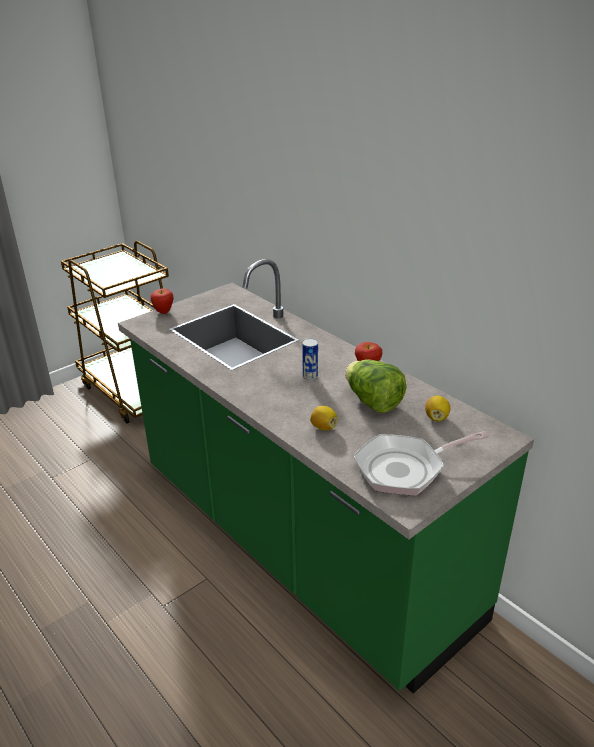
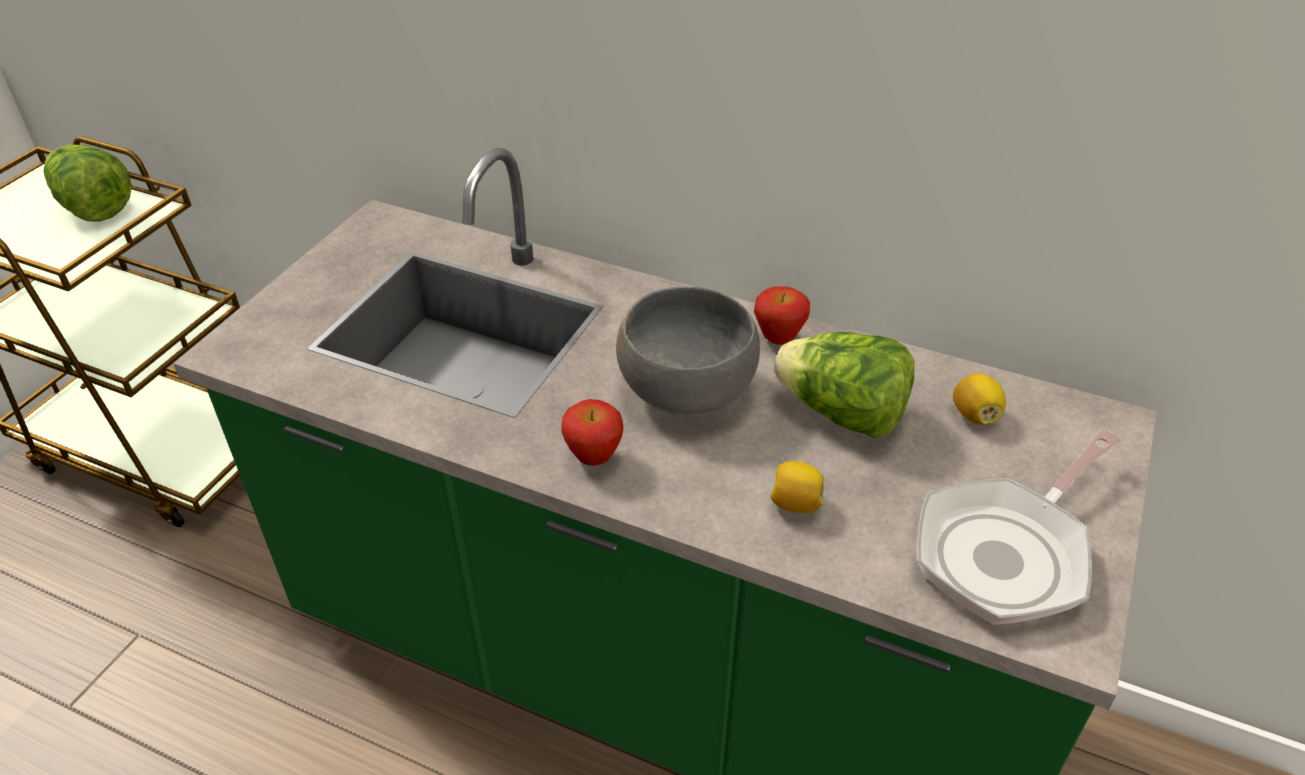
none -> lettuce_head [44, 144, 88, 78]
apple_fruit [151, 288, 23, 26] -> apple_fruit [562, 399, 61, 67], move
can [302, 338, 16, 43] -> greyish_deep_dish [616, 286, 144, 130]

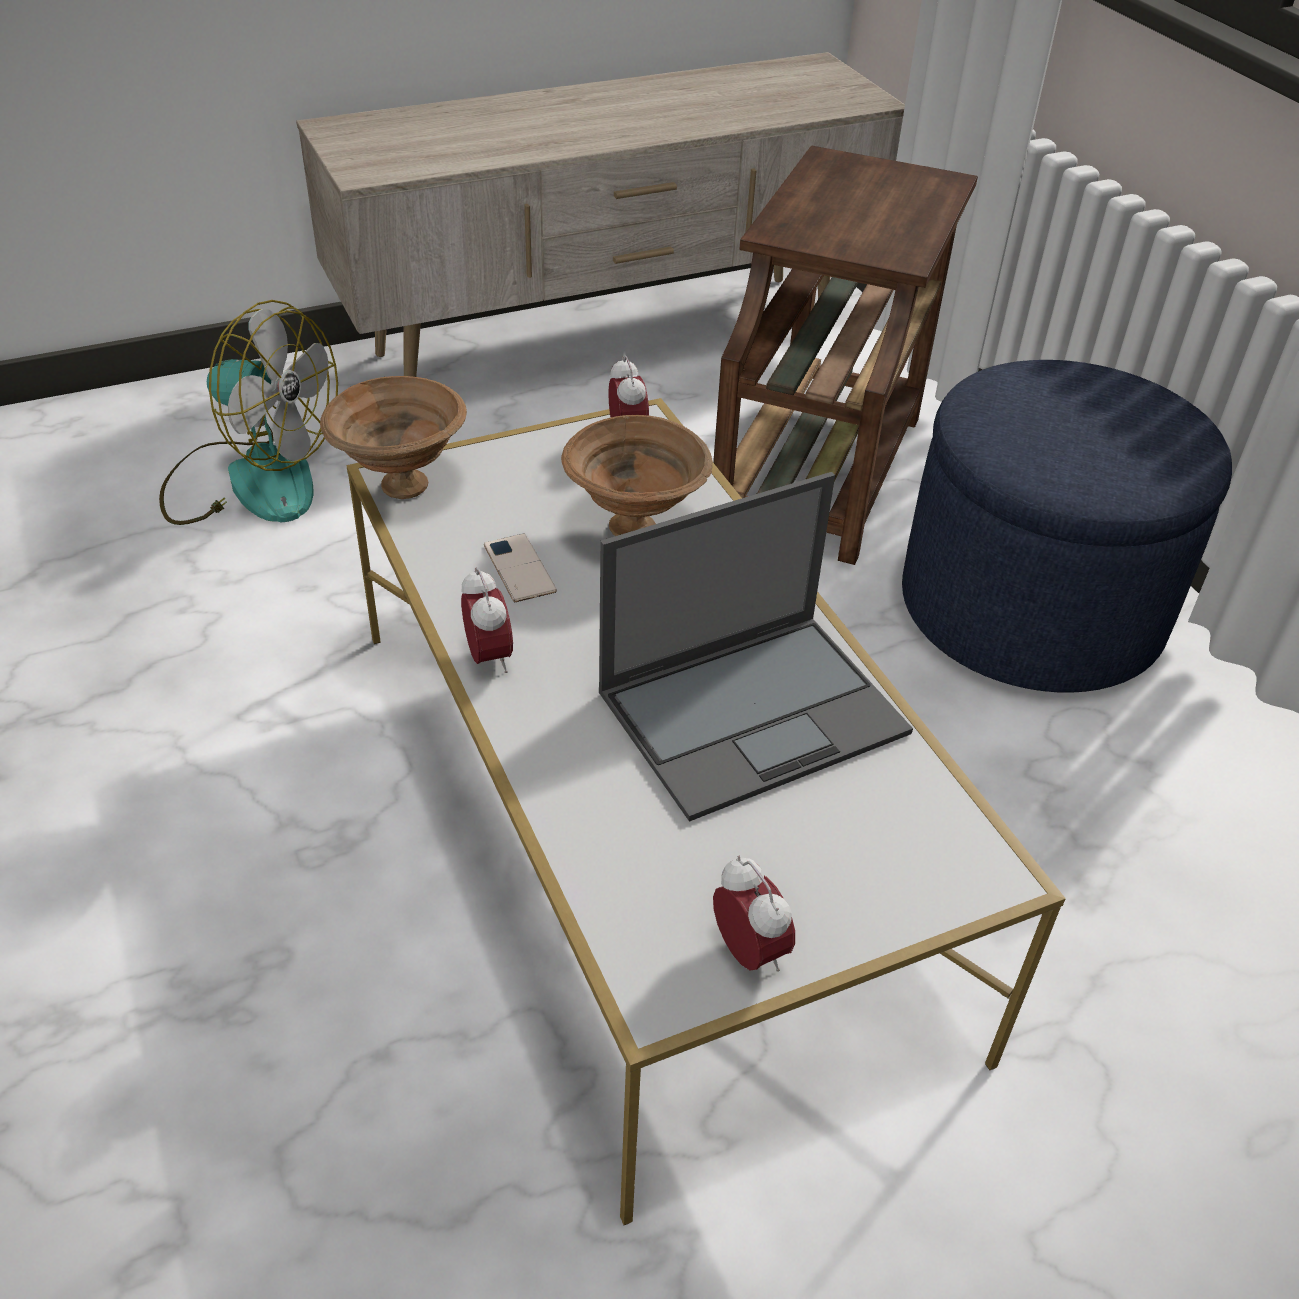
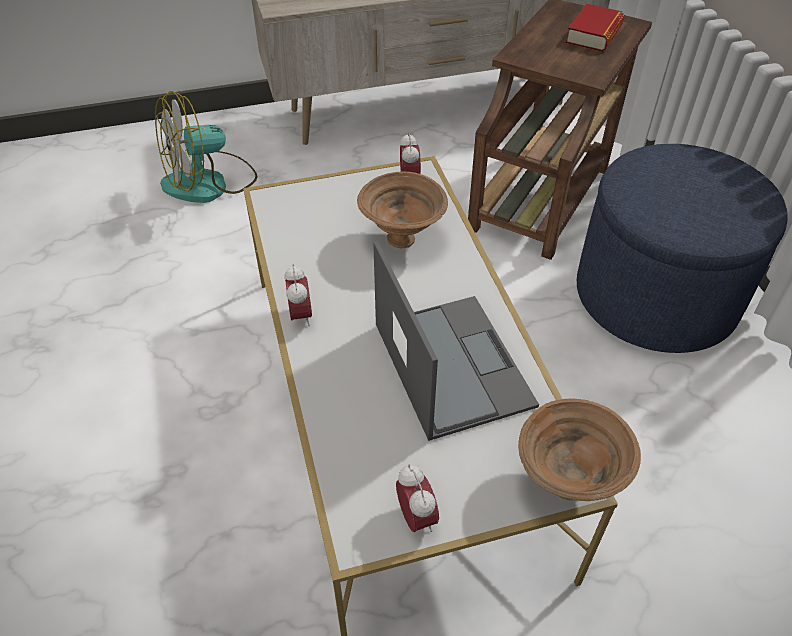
handset [484, 534, 73, 68] -> none
none -> book [566, 4, 58, 47]
brown-coloured_deep_dish [320, 376, 147, 123] -> brown-coloured_deep_dish [518, 398, 123, 103], move
electric_fan [159, 300, 179, 225] -> electric_fan [155, 91, 102, 112], 120 degrees clockwise
laptop [599, 472, 314, 350] -> laptop [373, 240, 166, 201], 90 degrees counterclockwise

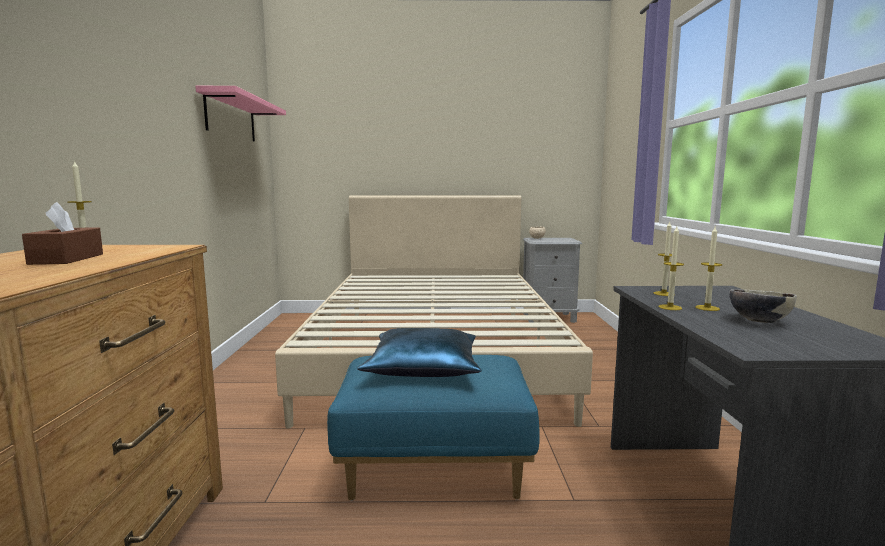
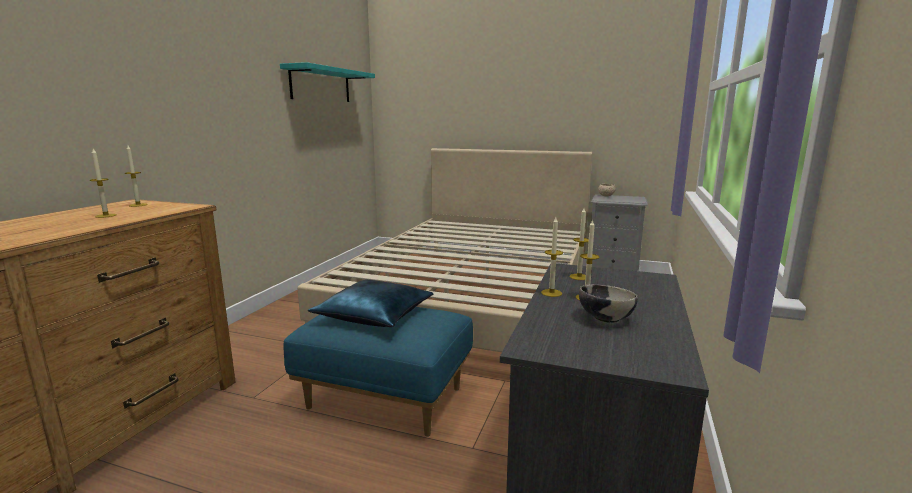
brown-coloured_tissue_holder [22, 202, 81, 63] -> wax_candle [90, 149, 27, 69]
pinkish_shelf [195, 86, 91, 56] -> turquoise-coloured_shelf [280, 62, 95, 40]

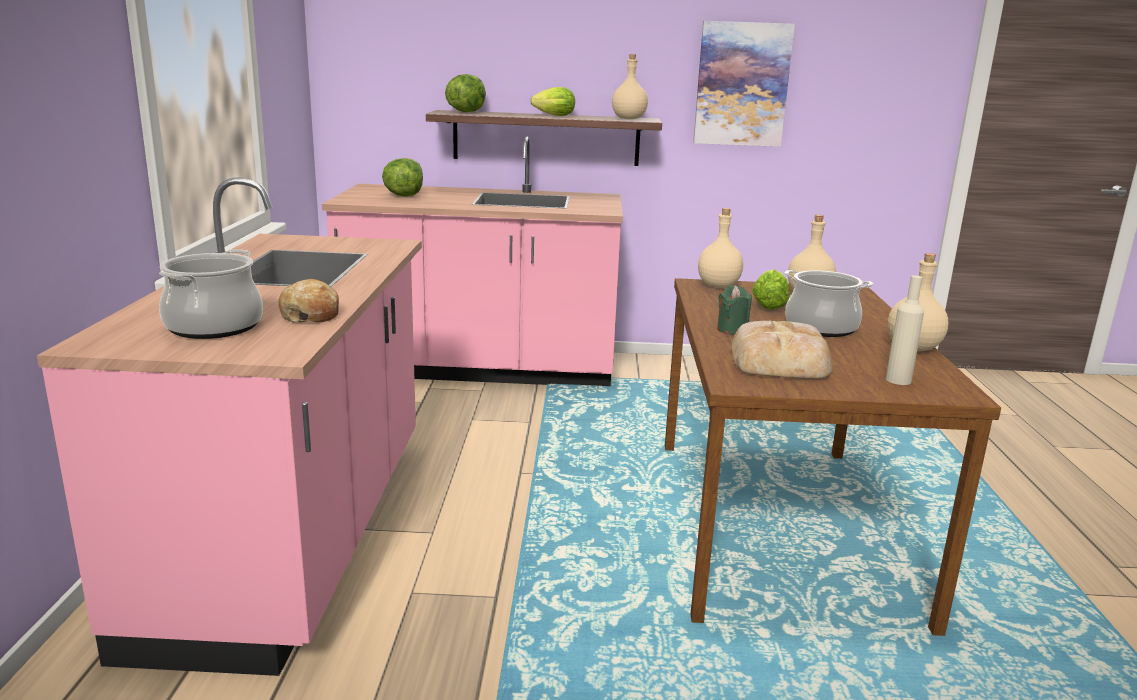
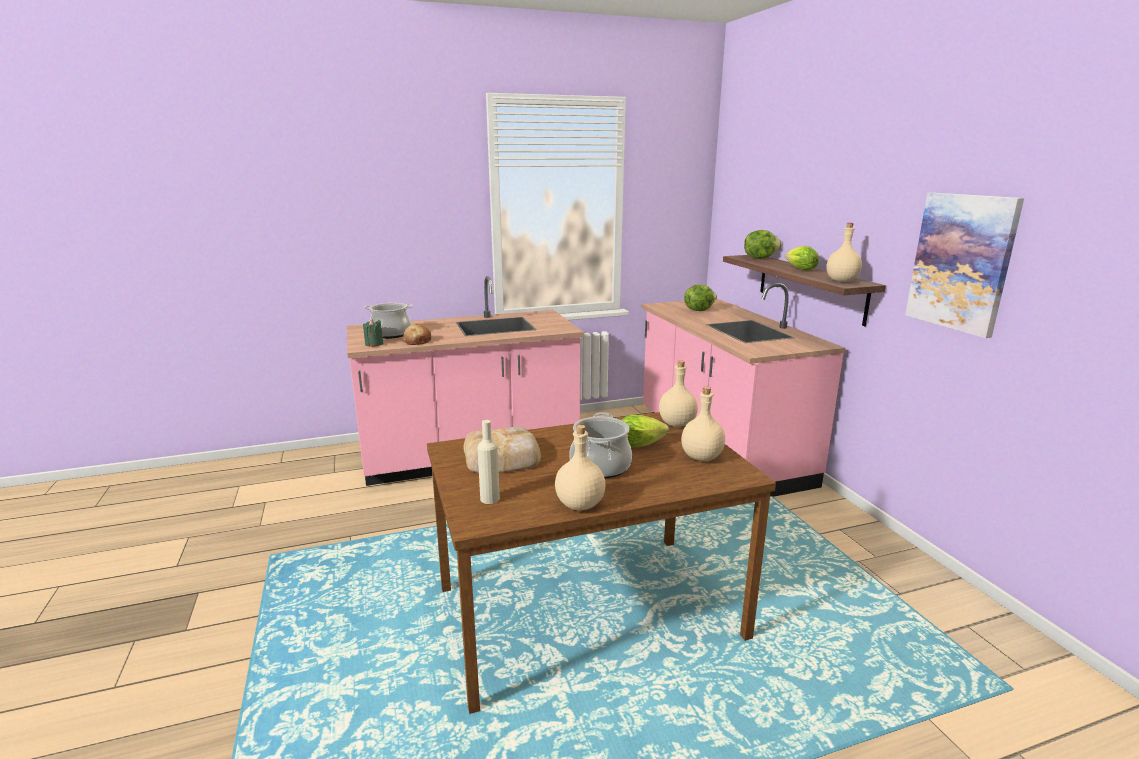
green-coloured_wax_candle [717, 285, 35, 50] -> green-coloured_wax_candle [363, 319, 21, 28], move

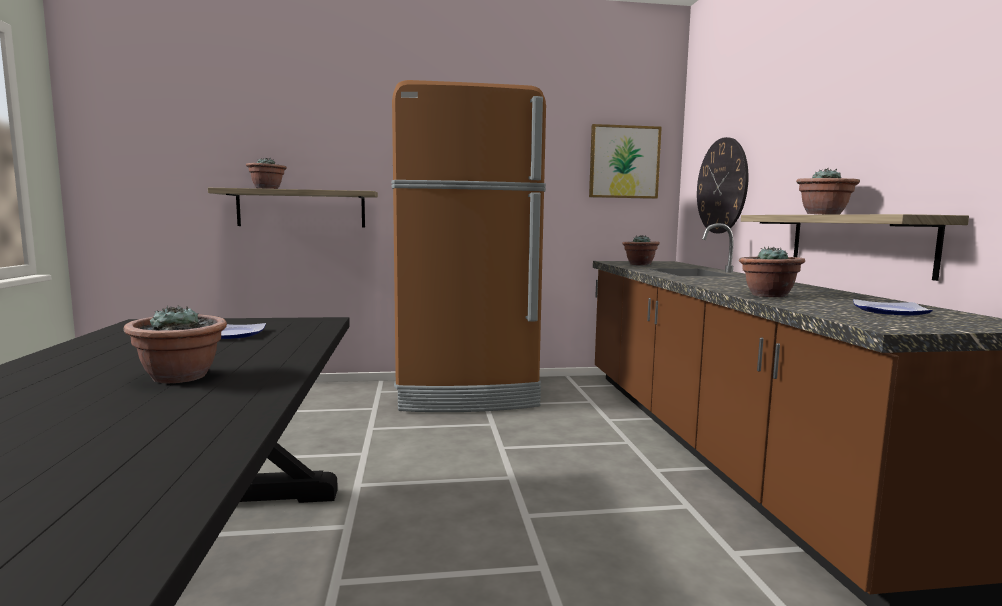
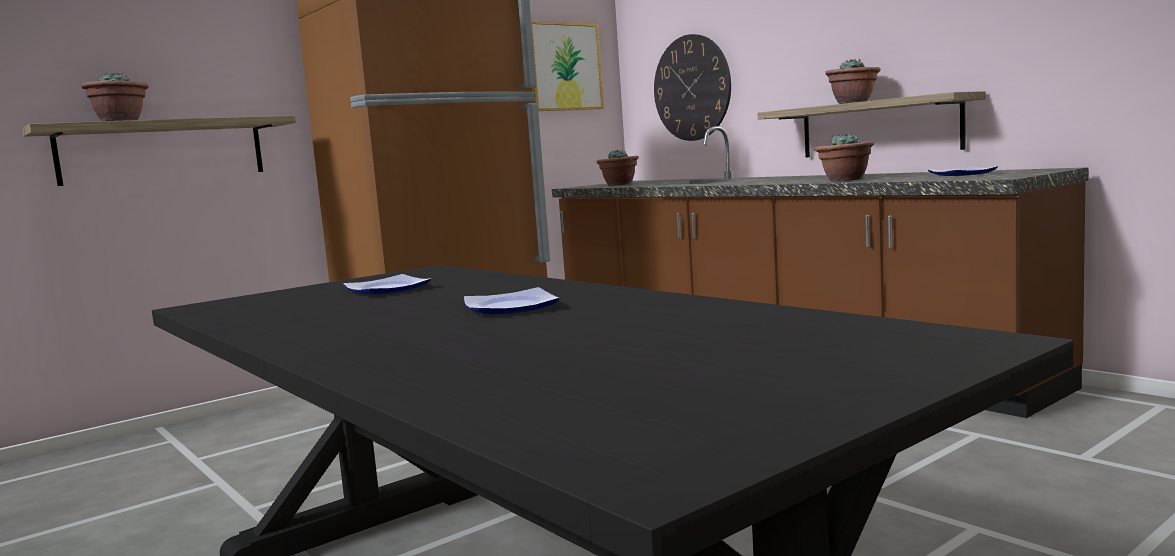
potted_plant [124, 305, 103, 78] -> dinner_plate [464, 287, 95, 28]

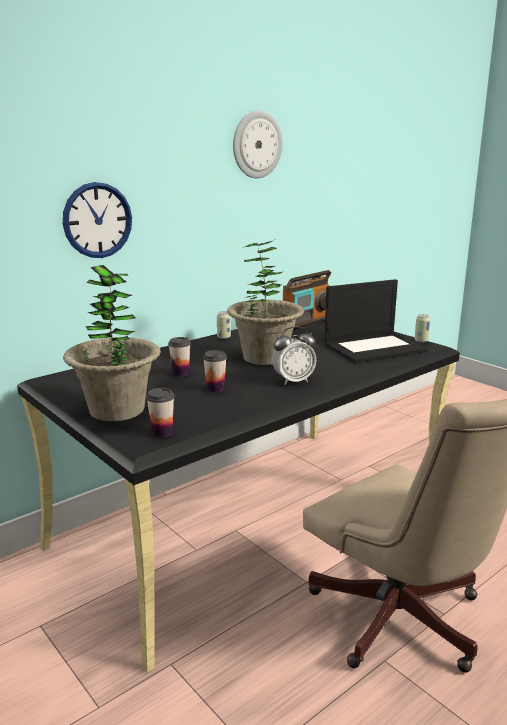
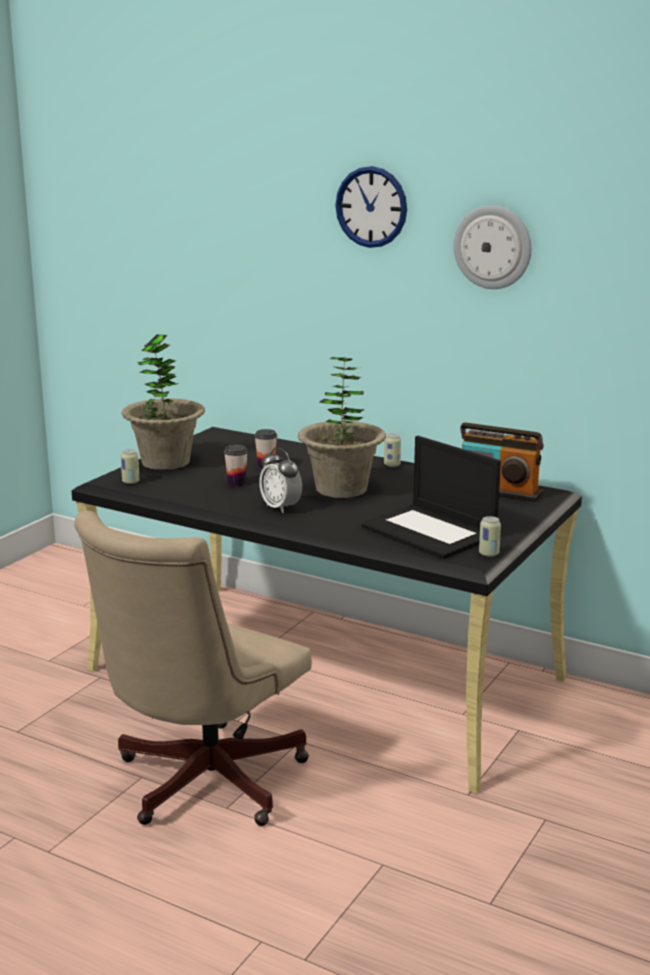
clock_on_the_wall [63, 182, 69, 76] -> clock_on_the_wall [335, 166, 72, 82], move
cup [146, 388, 29, 49] -> can [121, 449, 19, 35]

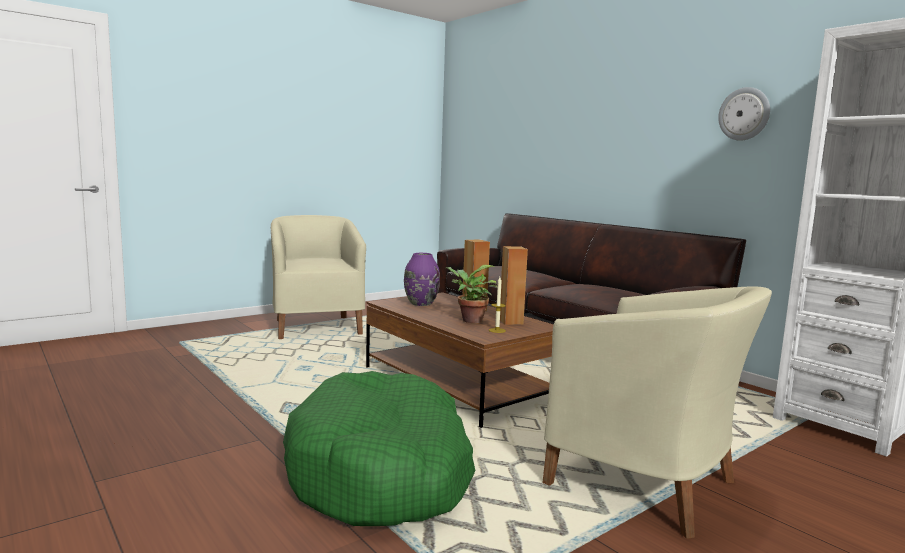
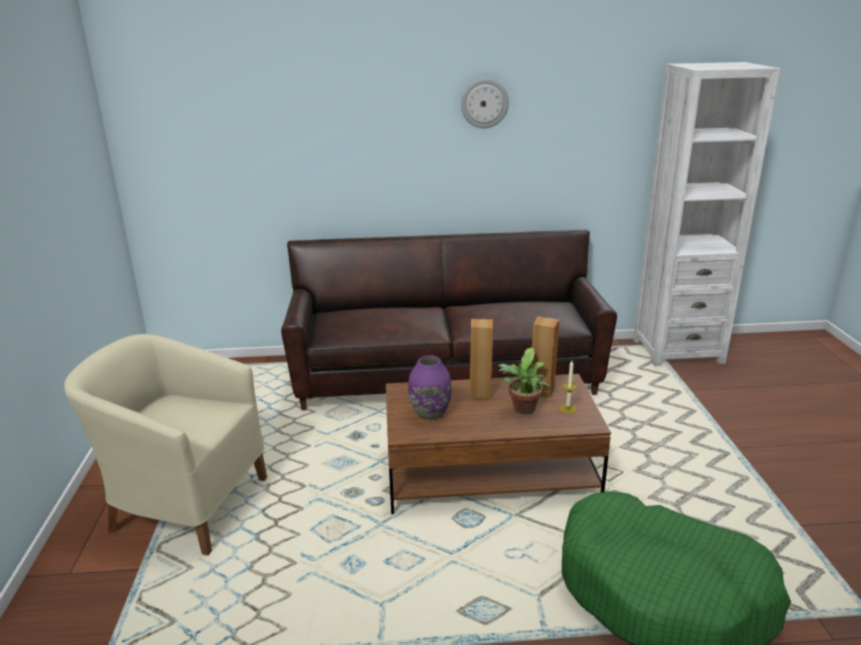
sand-coloured_armchair [543, 287, 229, 252] -> none
clock_on_the_wall [718, 87, 52, 54] -> clock_on_the_wall [461, 78, 48, 50], move

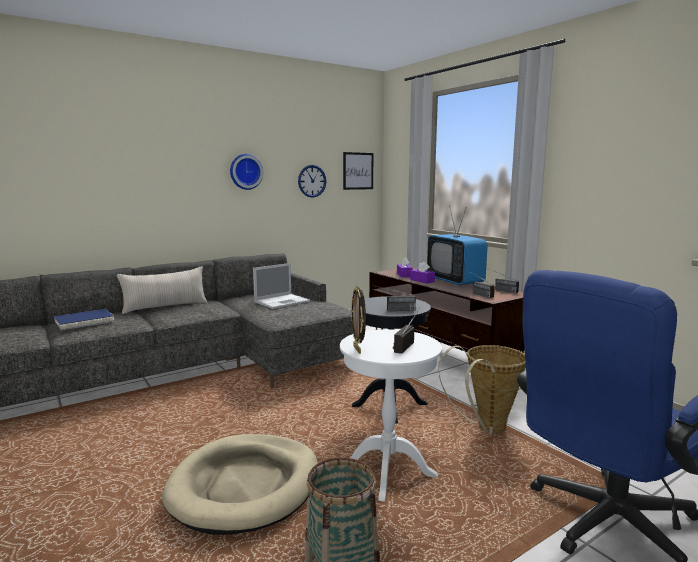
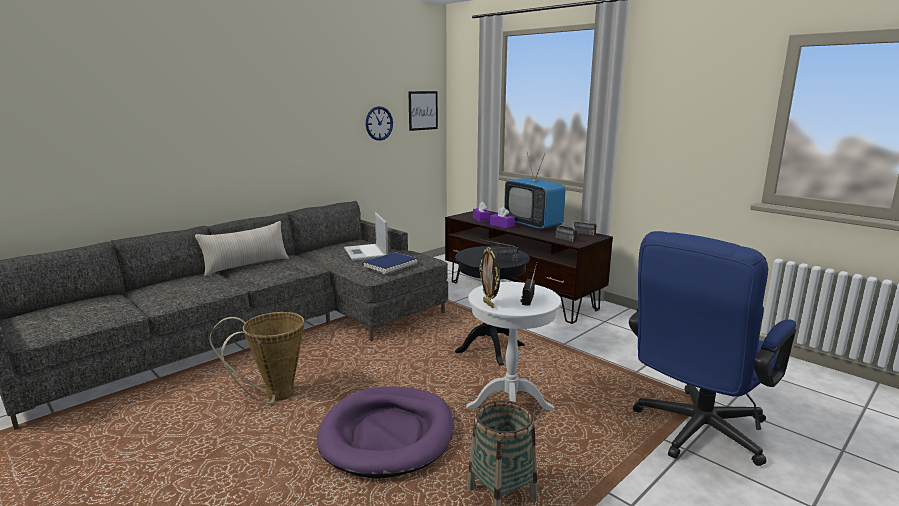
clock_on_the_wall [230, 154, 33, 36] -> none
blue-coloured_book [54, 309, 60, 22] -> blue-coloured_book [362, 252, 56, 22], move
storage_basket [438, 345, 88, 90] -> storage_basket [209, 312, 95, 92], move
sand-coloured_dog_bed [162, 434, 156, 101] -> purplish_dog_bed [317, 386, 137, 92]
laptop [253, 263, 57, 46] -> laptop [344, 213, 44, 48], 120 degrees clockwise

